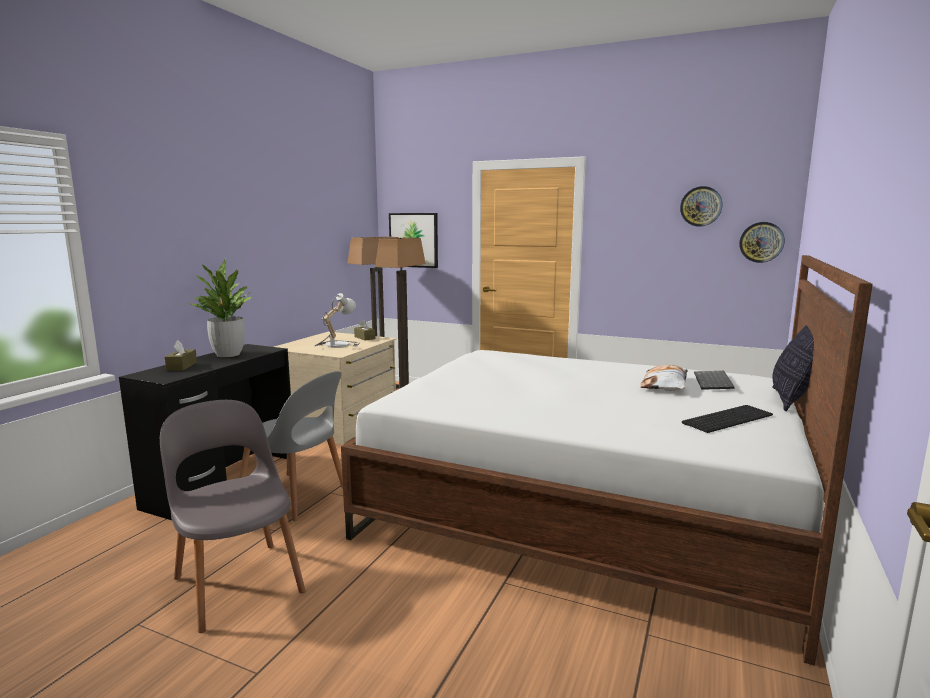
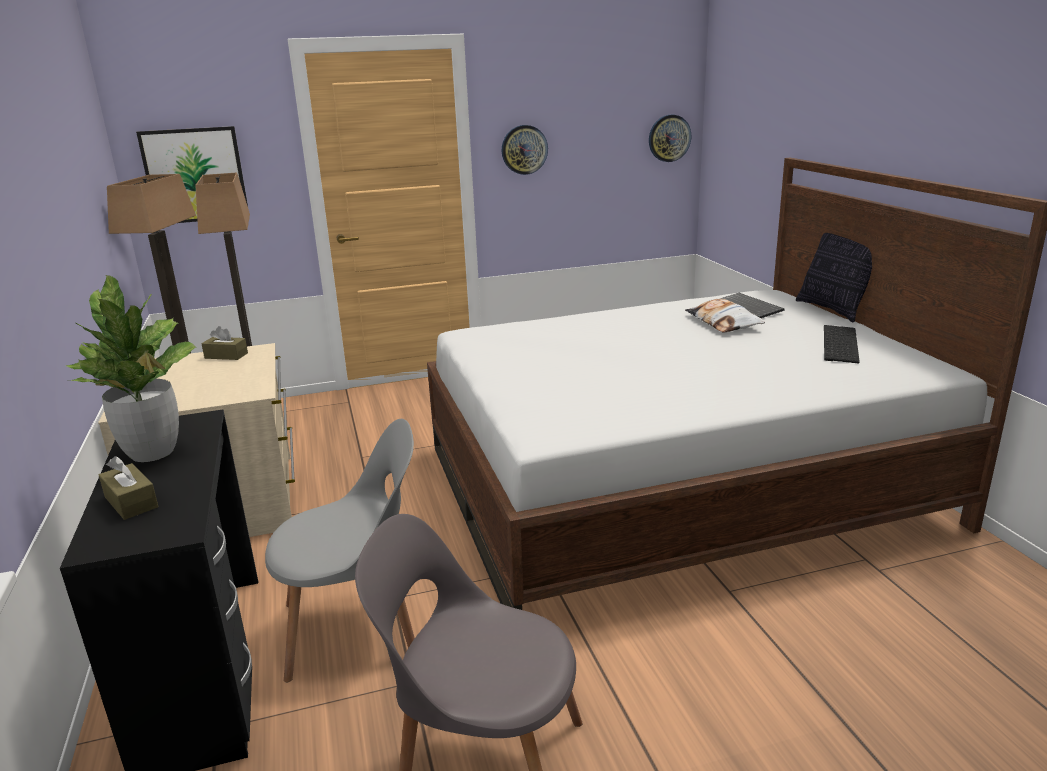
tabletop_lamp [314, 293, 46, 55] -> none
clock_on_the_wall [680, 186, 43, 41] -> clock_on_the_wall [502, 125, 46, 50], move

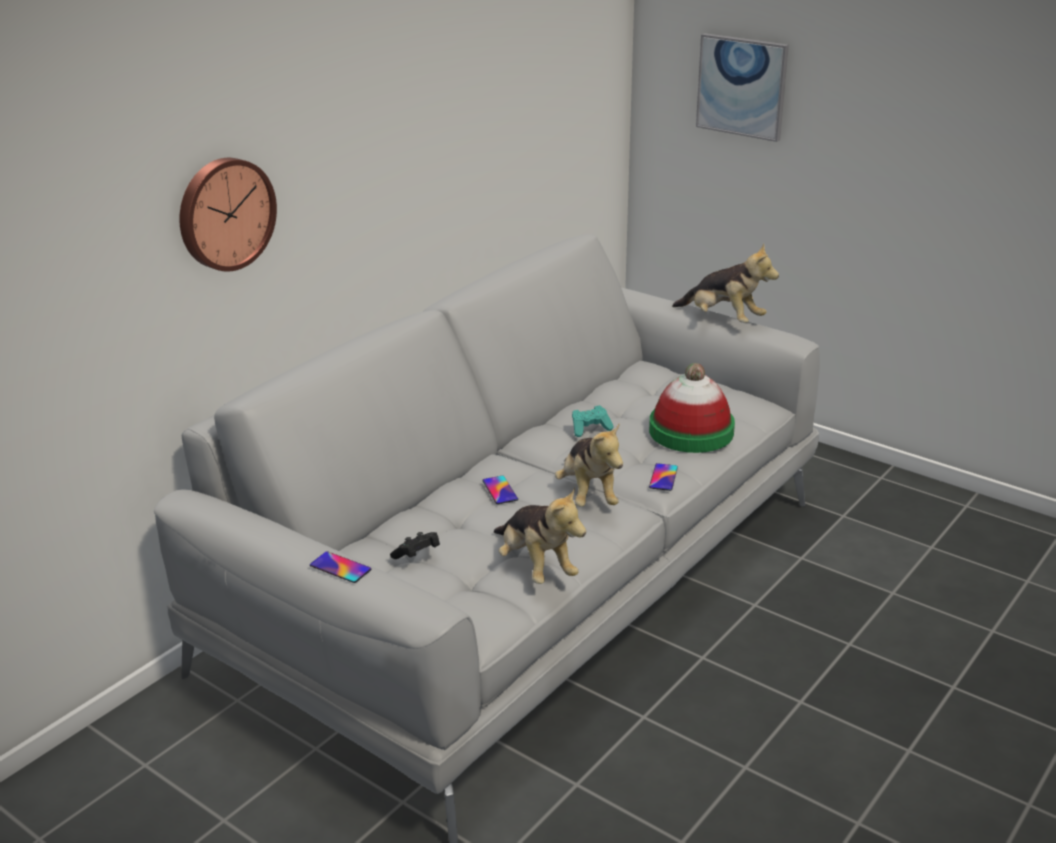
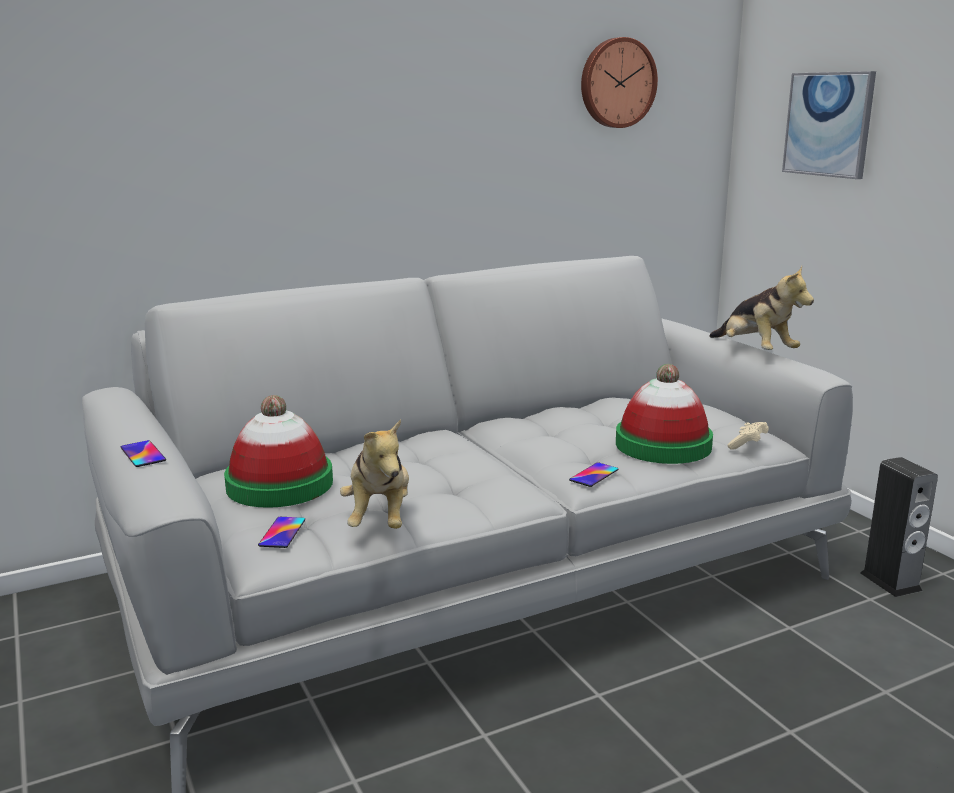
cuddly_toy [555, 423, 68, 84] -> none
turquoise-coloured_joypad [572, 405, 42, 32] -> none
none -> sand-coloured_joypad [727, 422, 42, 27]
none -> loudspeaker [860, 457, 78, 140]
clock_on_the_wall [179, 158, 98, 114] -> clock_on_the_wall [581, 37, 77, 91], move
handset [482, 476, 36, 28] -> handset [258, 517, 47, 31], move
blackish_joypad [390, 532, 50, 27] -> hat [224, 395, 109, 113]

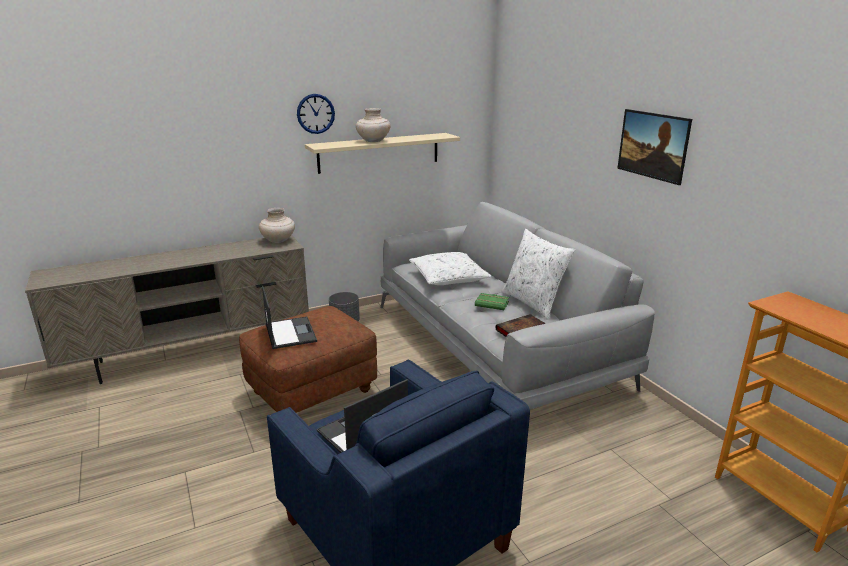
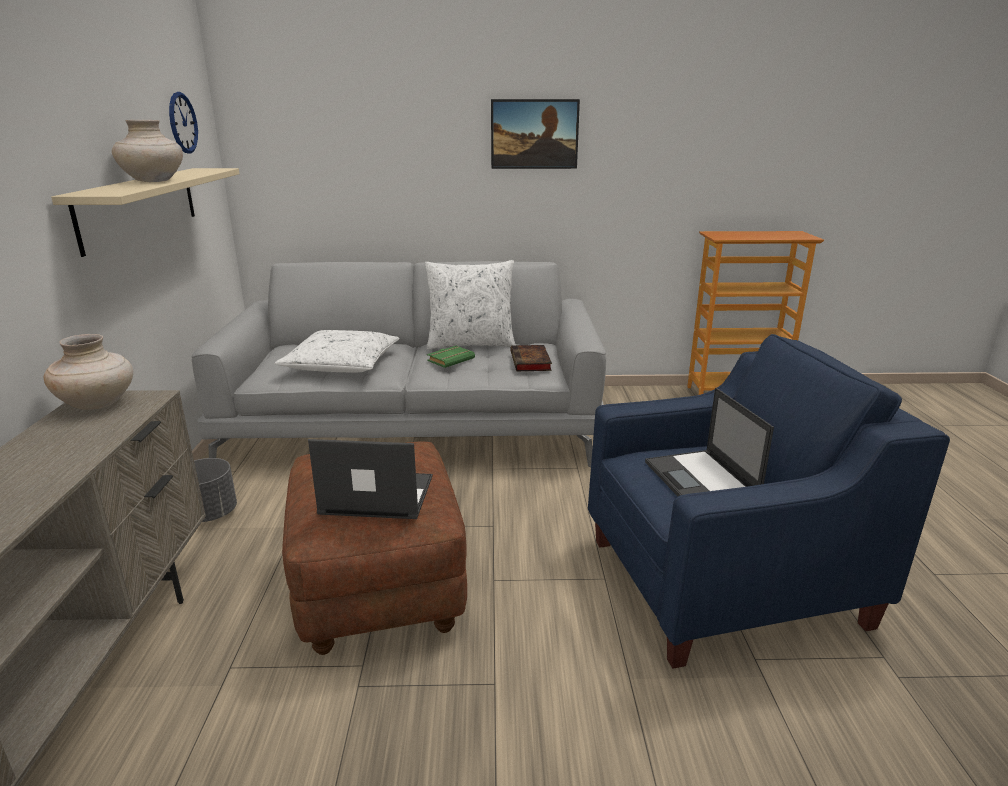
clock_on_the_wall [297, 94, 38, 40] -> clock_on_the_wall [169, 92, 29, 62], move

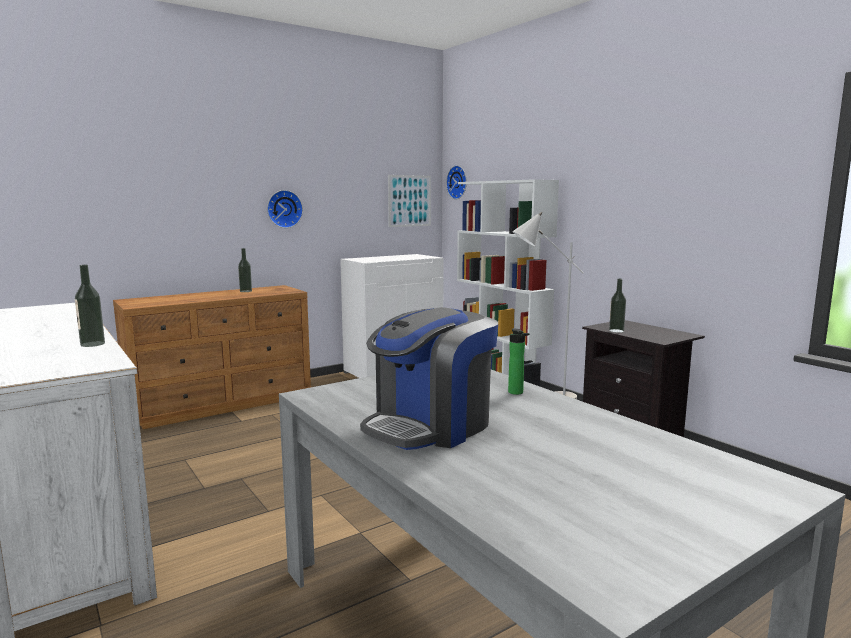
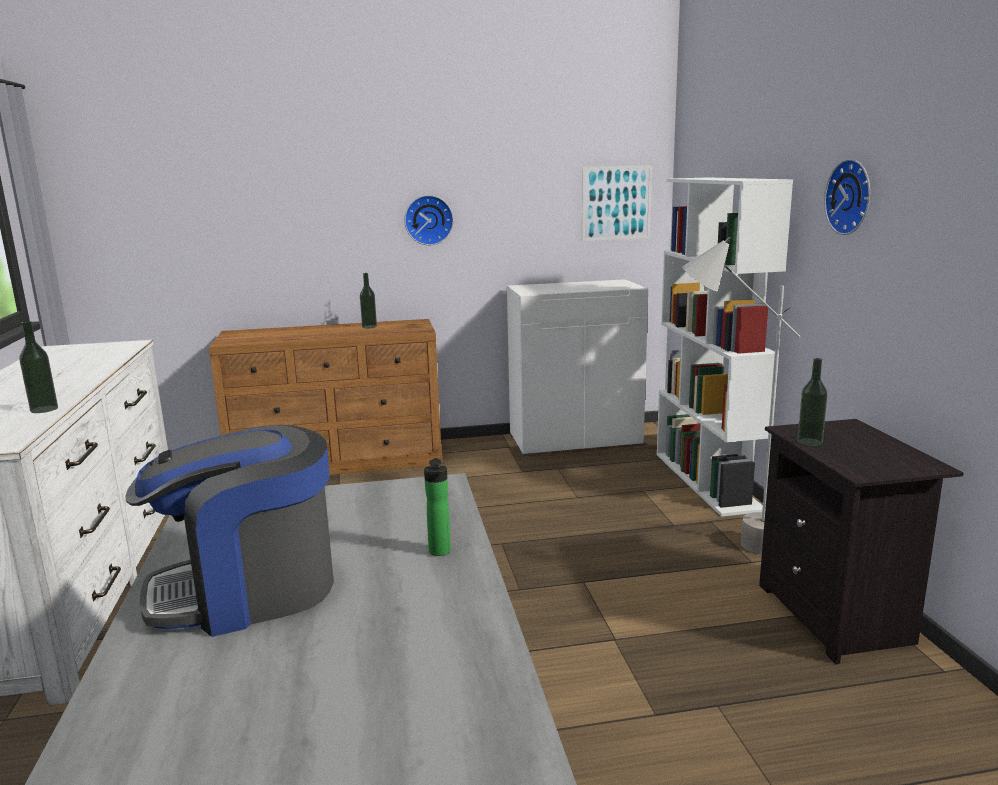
clock_on_the_wall [446, 165, 21, 34] -> clock_on_the_wall [824, 159, 46, 76], move

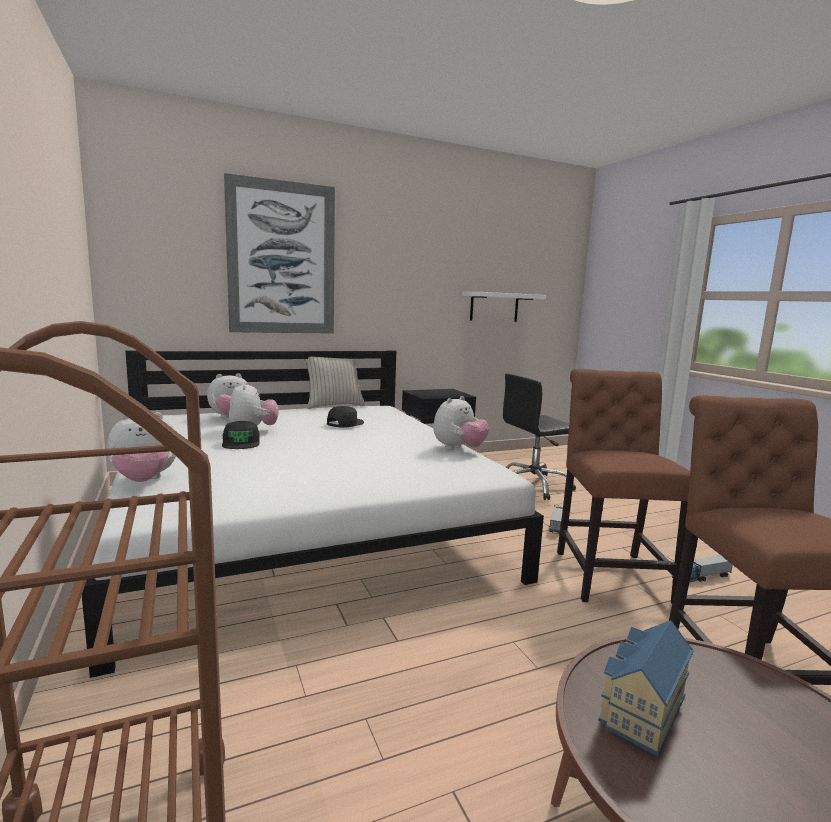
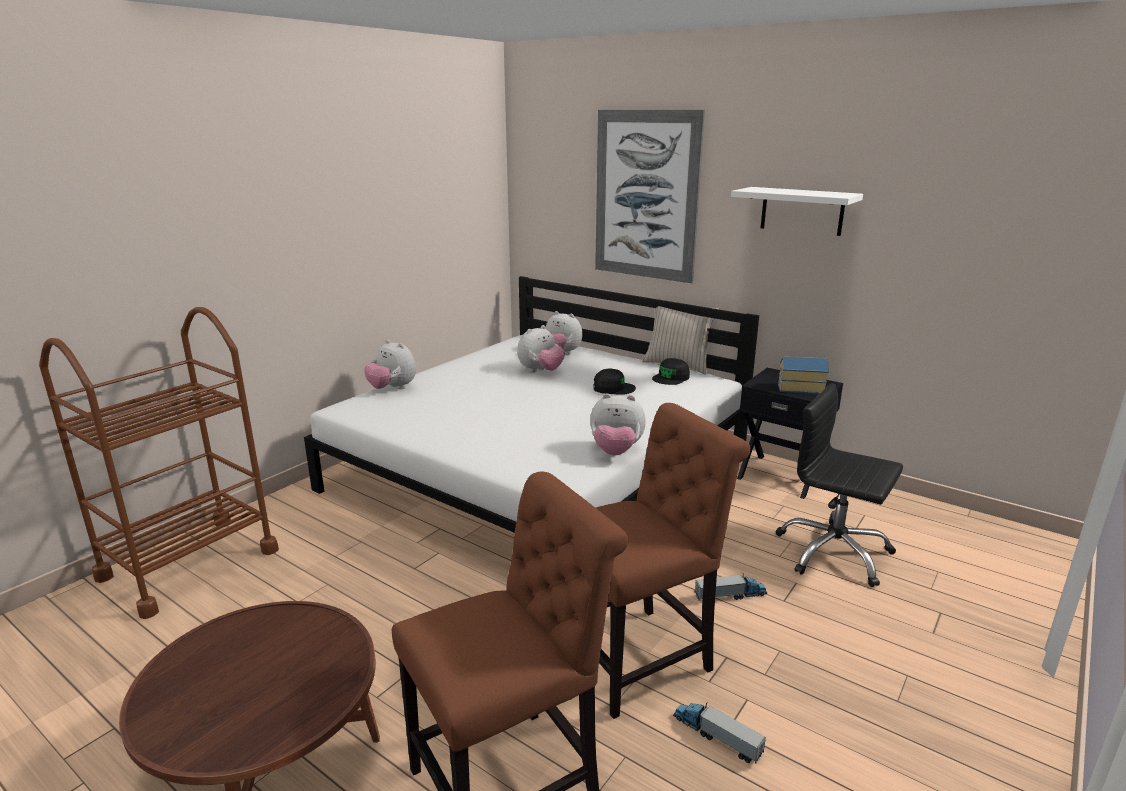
blackish_cap [222, 421, 38, 28] -> blackish_cap [652, 358, 38, 27], move
white_shelf [462, 292, 84, 30] -> white_shelf [731, 187, 132, 49], move
toy_house [598, 620, 96, 137] -> toy_house [778, 356, 51, 38], move

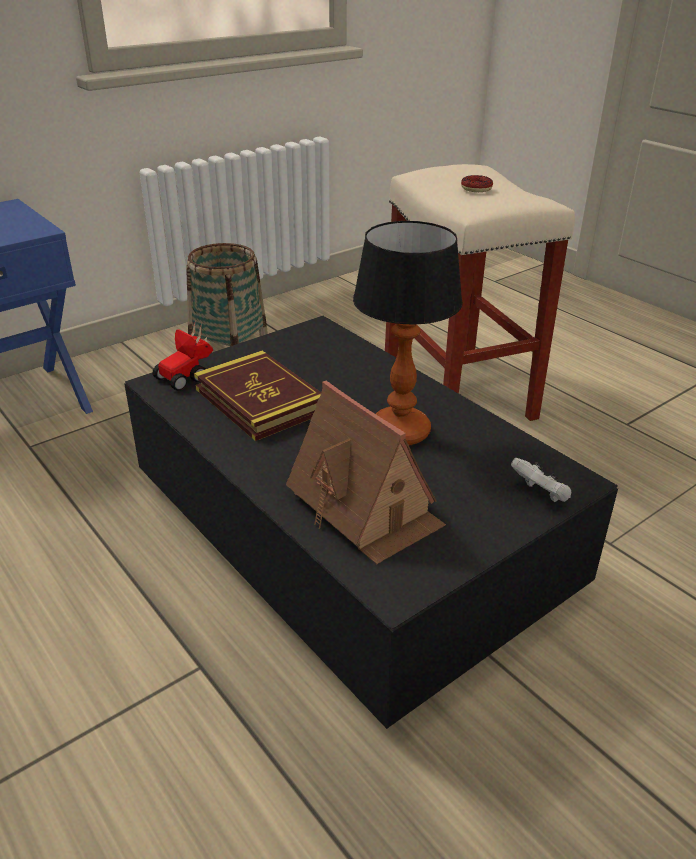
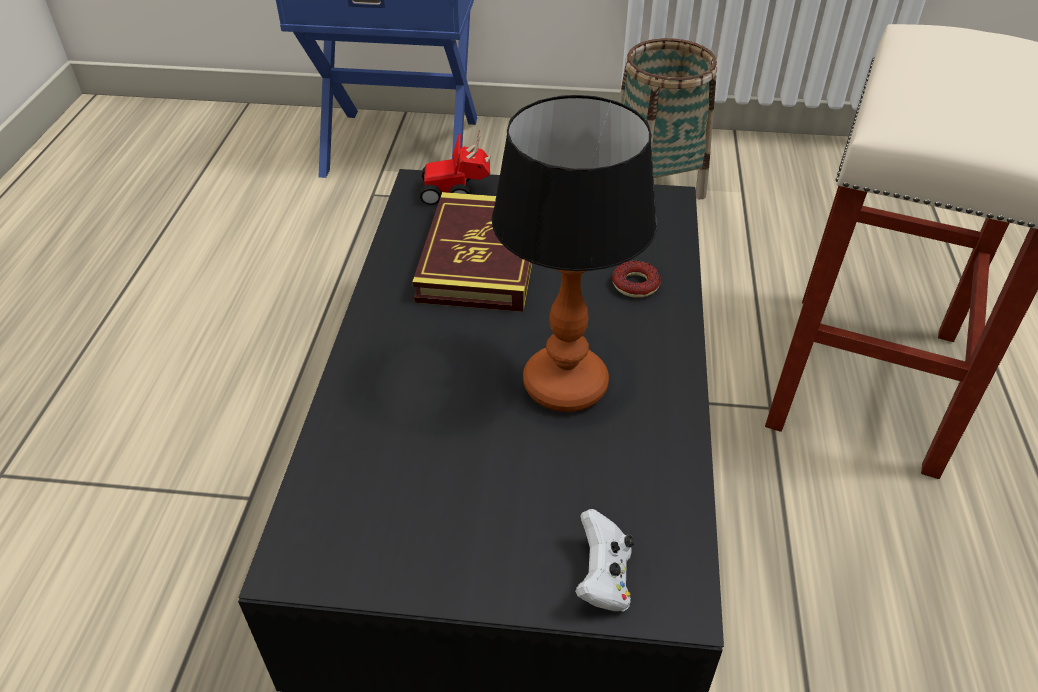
toy_house [286, 381, 160, 183] -> none
ring_doughnut [461, 175, 32, 17] -> ring_doughnut [612, 260, 49, 38], move

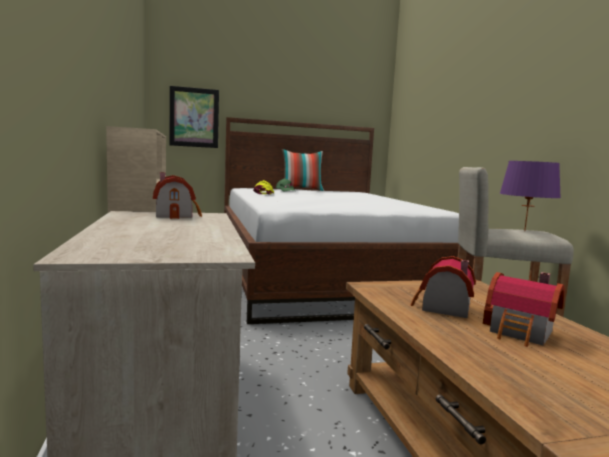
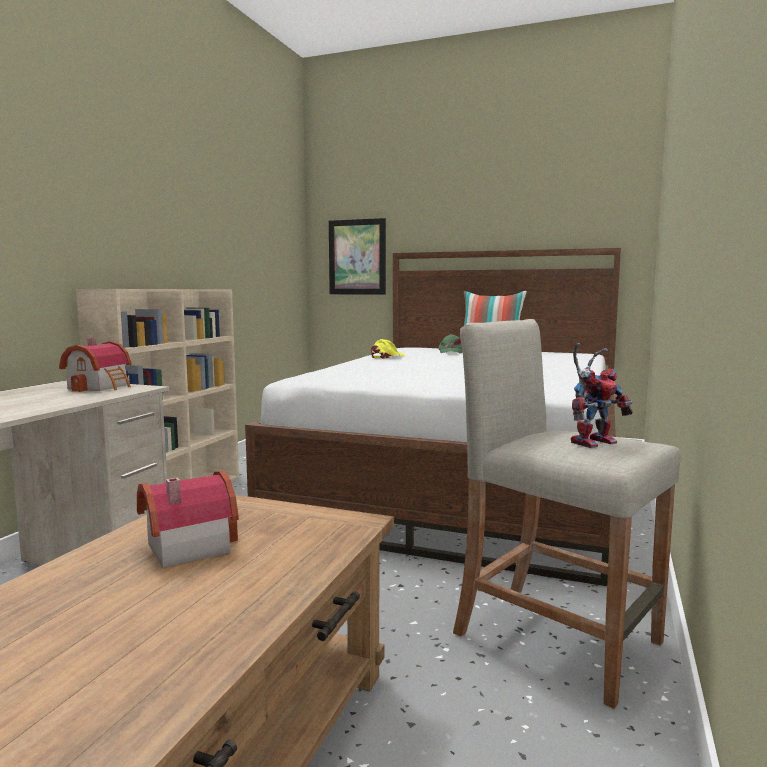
toy_house [483, 272, 82, 75] -> none
purplish_tabletop_lamp [500, 161, 61, 70] -> model_robot [571, 343, 62, 105]

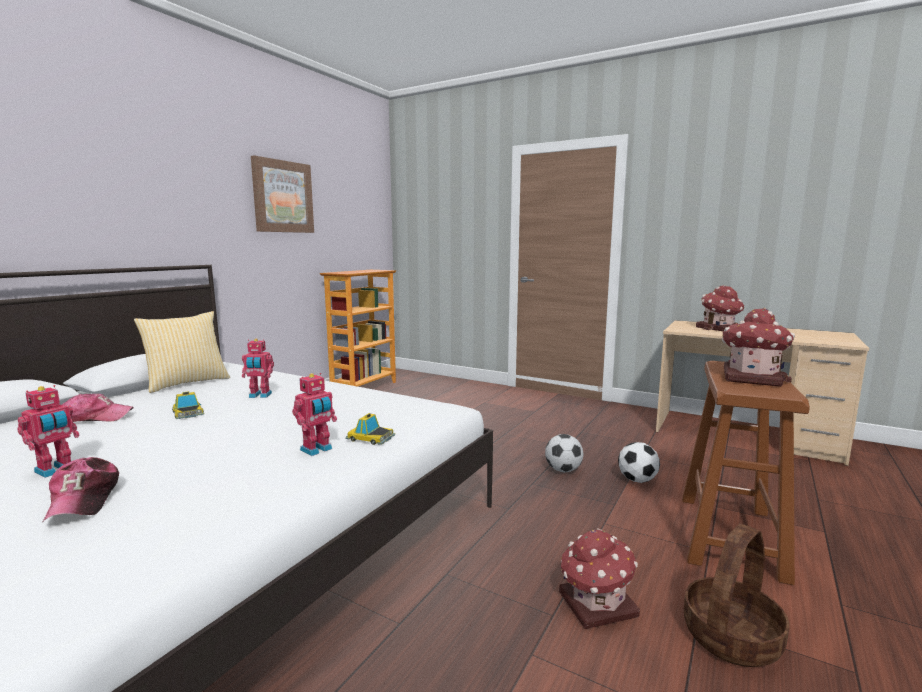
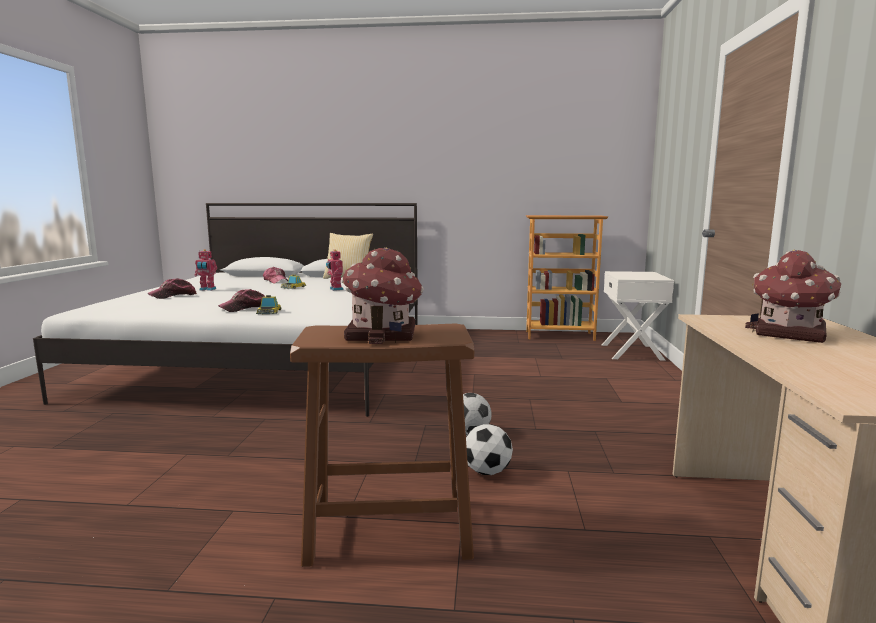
wall_picture [251, 155, 63, 78] -> none
toy_house [559, 529, 81, 100] -> none
storage_basket [684, 524, 105, 143] -> none
none -> white_night_table [602, 271, 72, 90]
model_robot [292, 373, 45, 83] -> cap [218, 289, 47, 23]

